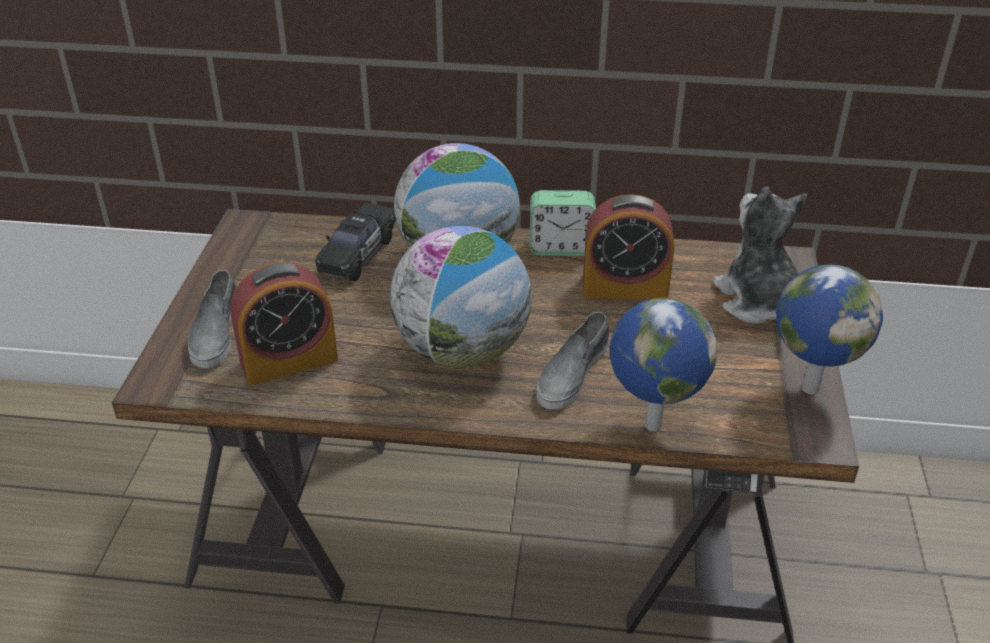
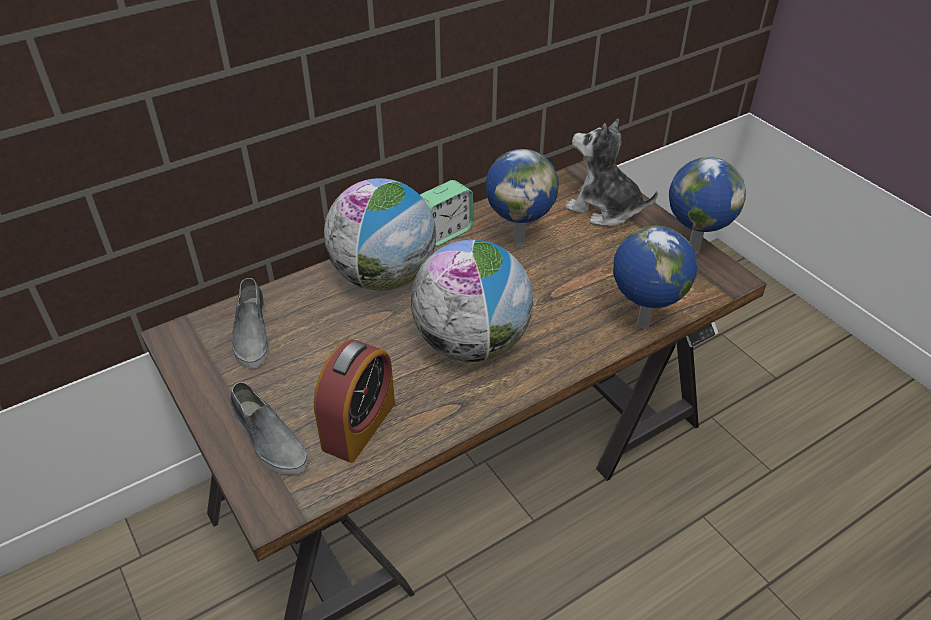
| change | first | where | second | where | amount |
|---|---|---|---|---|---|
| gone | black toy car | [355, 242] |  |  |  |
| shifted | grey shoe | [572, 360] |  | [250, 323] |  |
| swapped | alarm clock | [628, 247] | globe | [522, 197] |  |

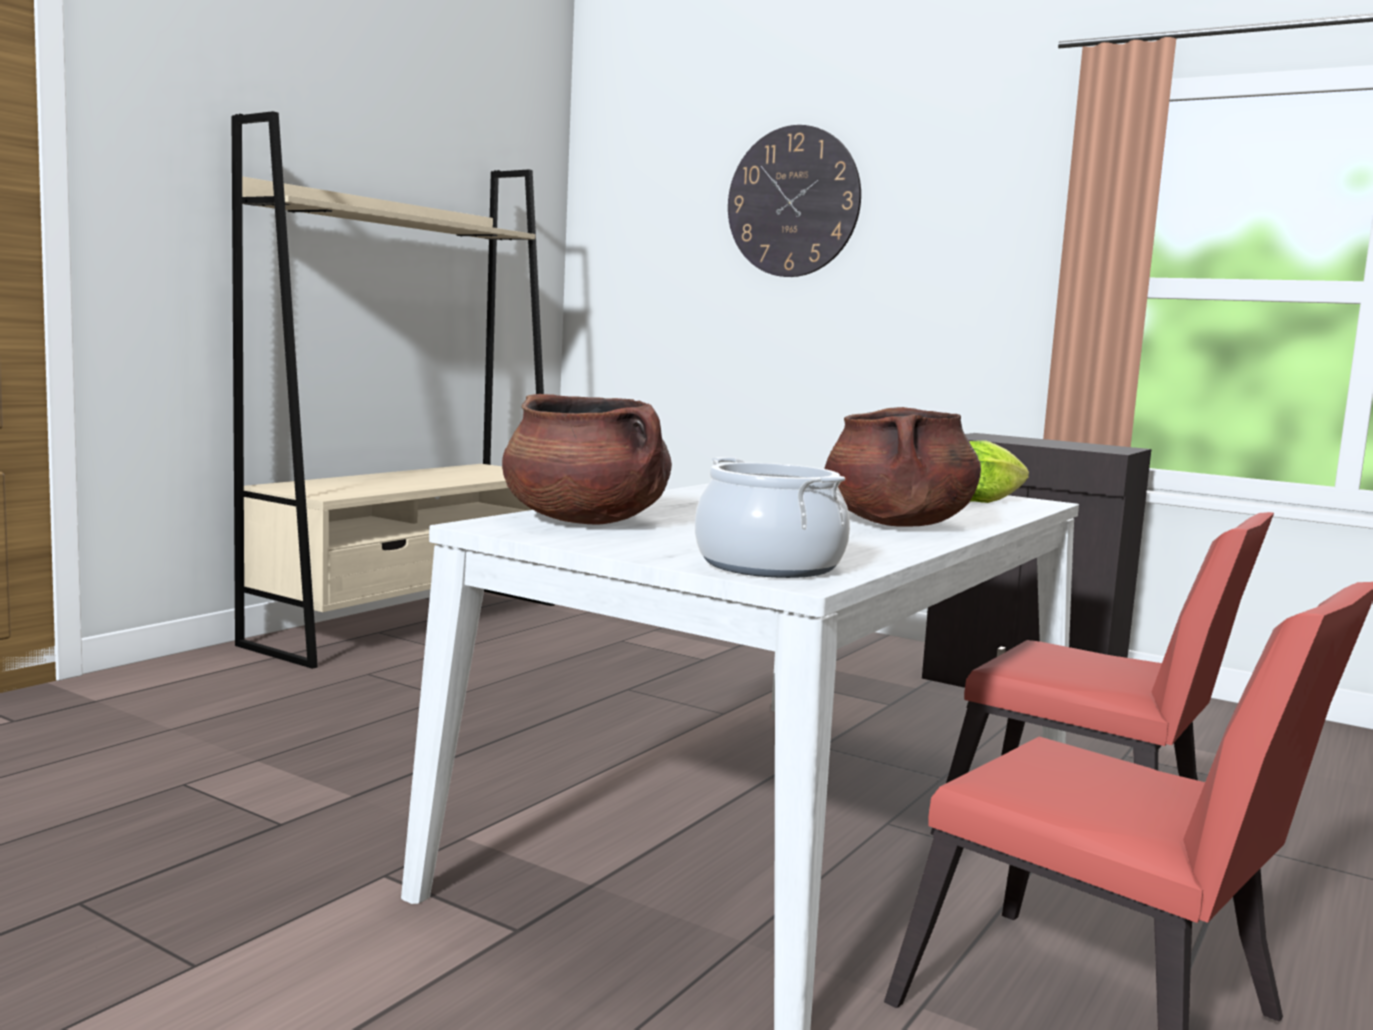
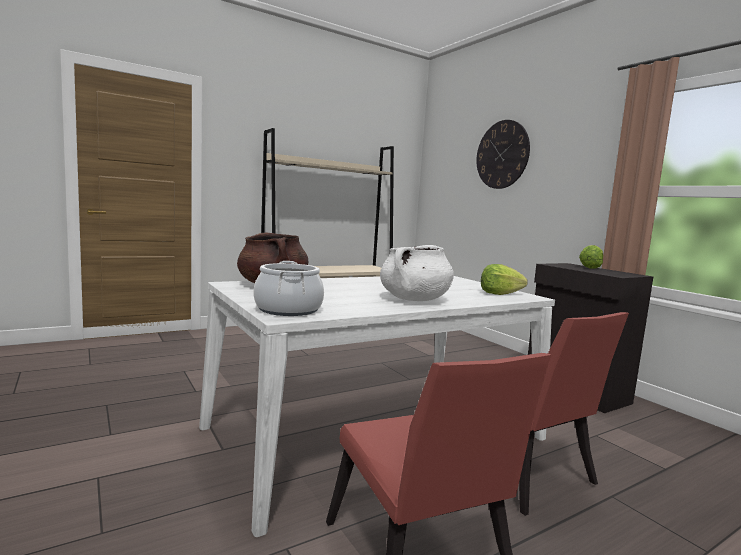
| change | first | where | second | where | amount |
|---|---|---|---|---|---|
| repainted | brown cooking pot | [903, 467] | white cooking pot | [417, 273] |  |
| new |  |  | lettuce | [591, 257] |  |

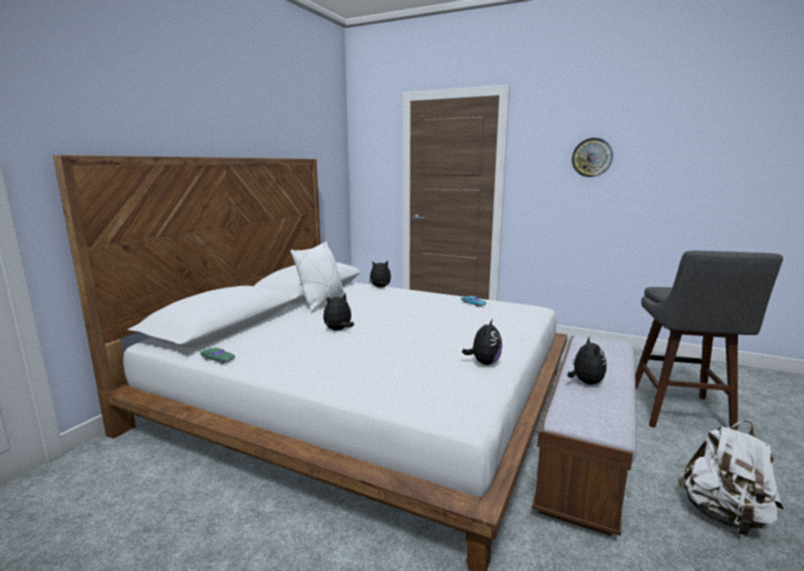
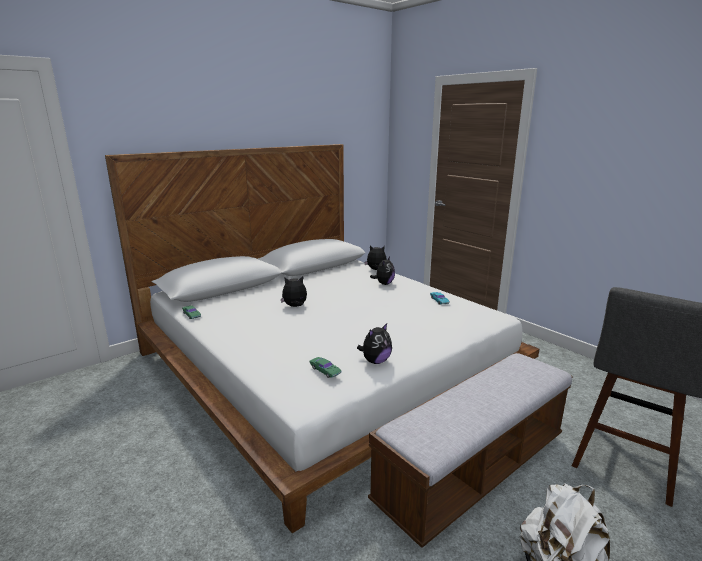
| change | first | where | second | where | amount |
|---|---|---|---|---|---|
| gone | white pillow | [318, 276] |  |  |  |
| shifted | plush toy | [587, 361] |  | [382, 270] |  |
| gone | wall clock | [592, 157] |  |  |  |
| new |  |  | green toy car | [325, 367] |  |

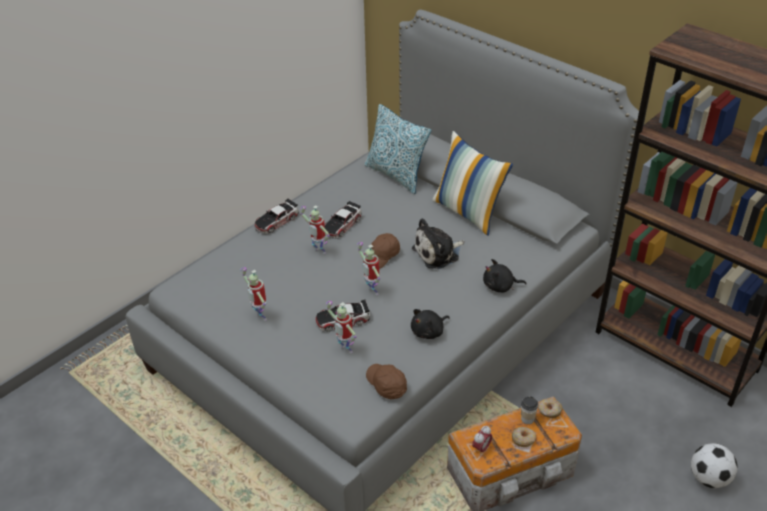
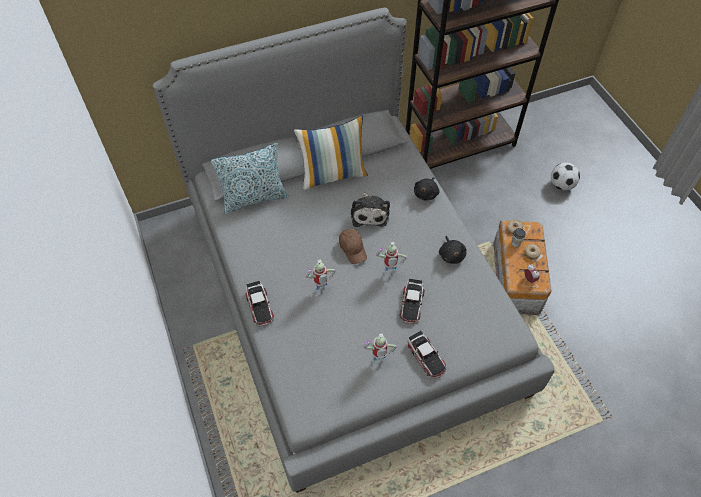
| change | first | where | second | where | amount |
|---|---|---|---|---|---|
| shifted | toy car | [343, 220] |  | [427, 355] |  |
| gone | toy robot | [341, 327] |  |  |  |
| gone | brown cap | [386, 381] |  |  |  |

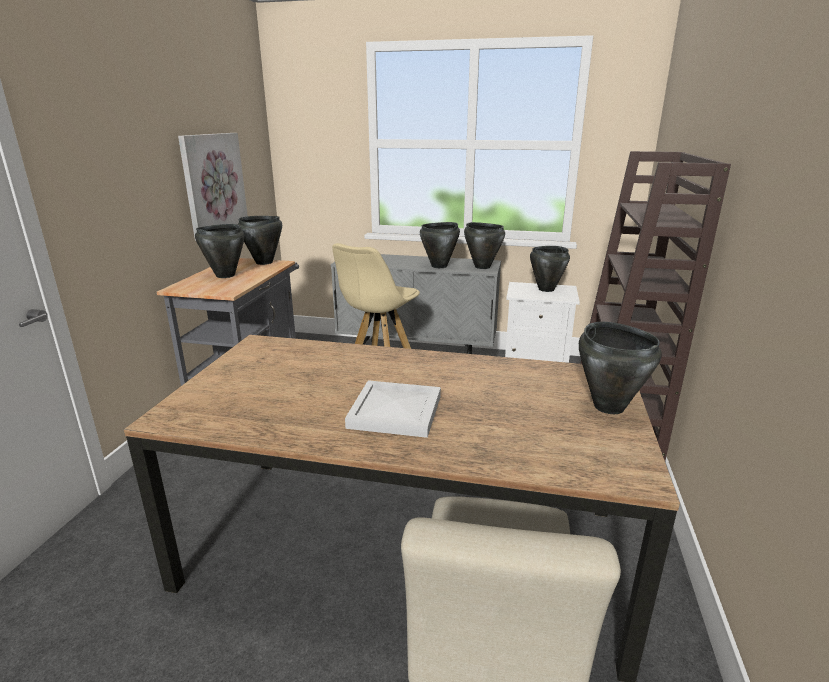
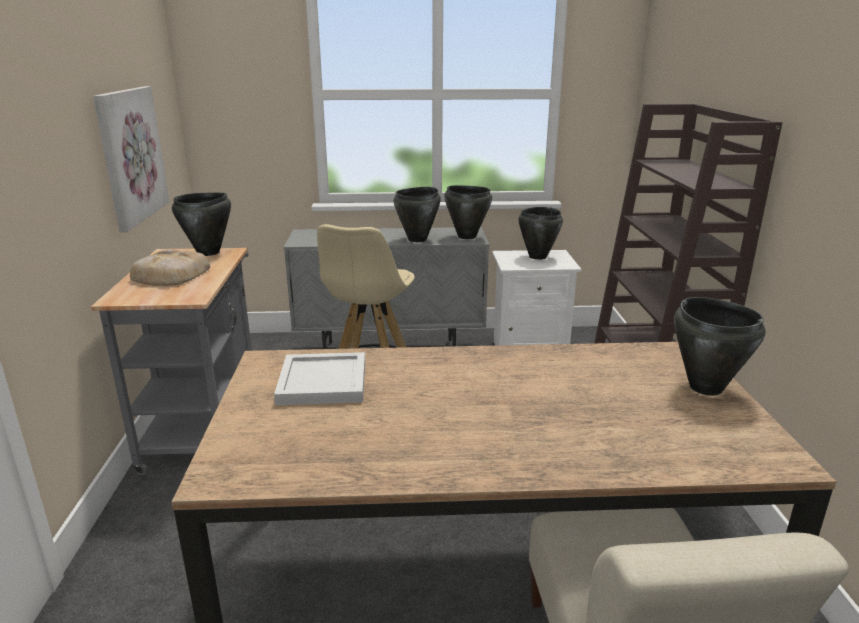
| change | first | where | second | where | amount |
|---|---|---|---|---|---|
| swapped | black cooking pot | [219, 251] | bread | [170, 267] |  |
| shifted | white tray | [393, 409] |  | [319, 378] |  |

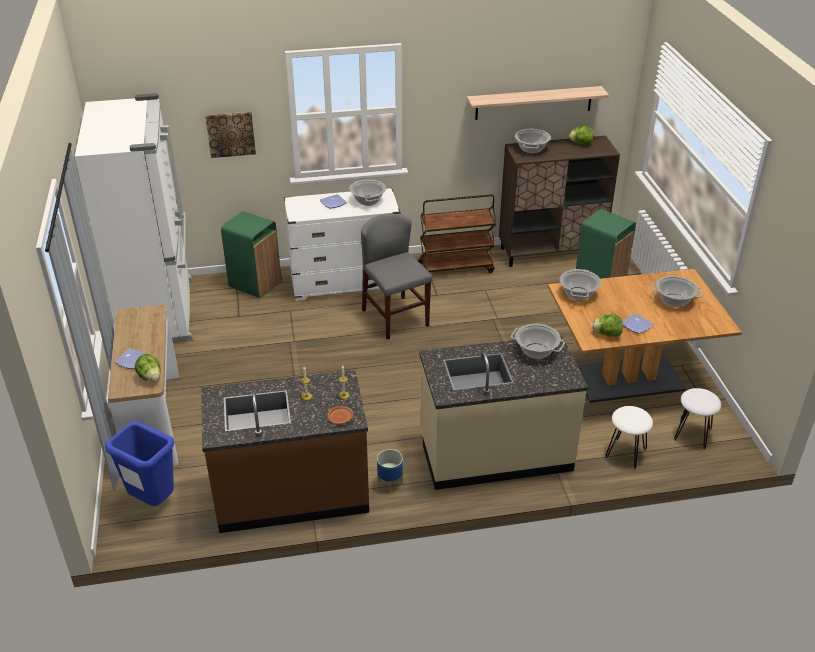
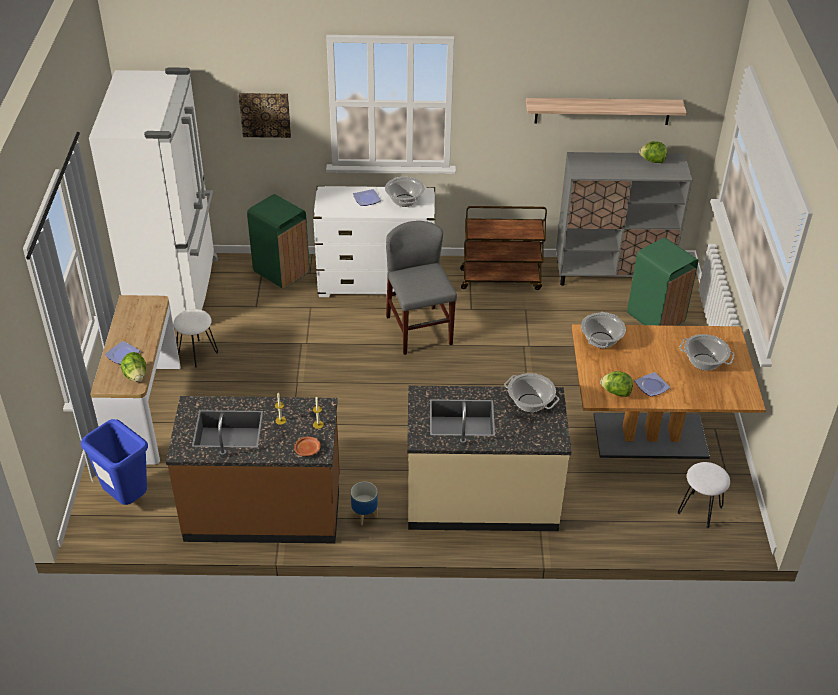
| change | first | where | second | where | amount |
|---|---|---|---|---|---|
| repainted | brown cabinet | [559, 201] | grey cabinet | [624, 219] |  |
| gone | cooking pot | [533, 141] |  |  |  |
| shifted | white stool | [629, 437] |  | [195, 338] |  |

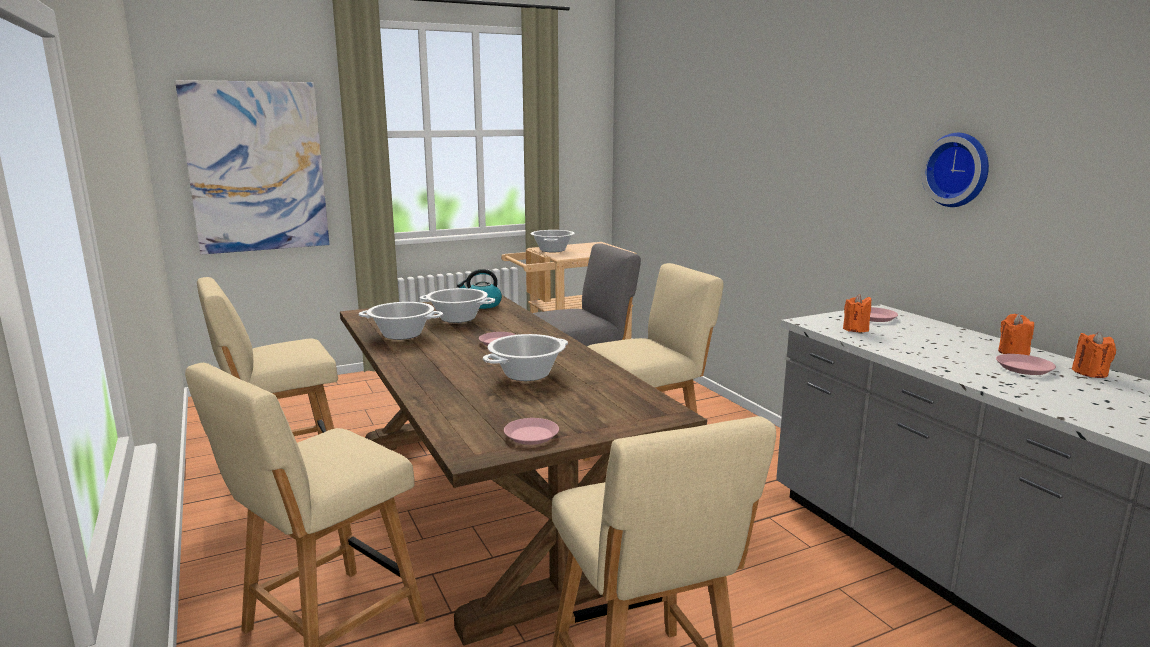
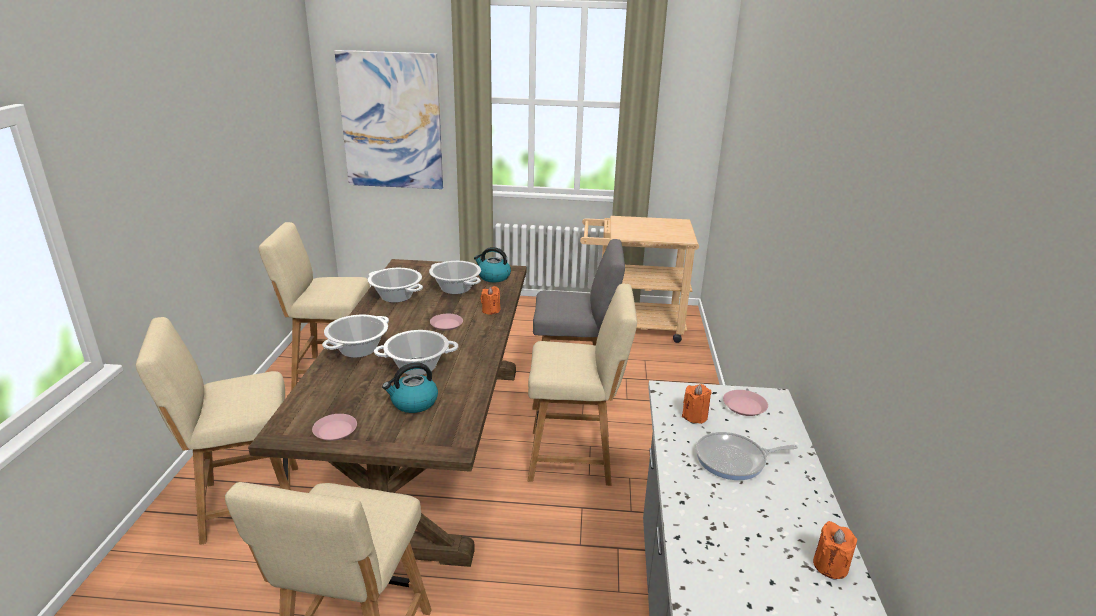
| change | first | where | second | where | amount |
|---|---|---|---|---|---|
| shifted | cooking pot | [553, 241] |  | [355, 336] |  |
| gone | wall clock | [955, 170] |  |  |  |
| gone | pink plate | [1026, 364] |  |  |  |
| shifted | orange candle | [1016, 334] |  | [490, 300] |  |
| new |  |  | kettle | [410, 387] |  |
| new |  |  | frying pan | [747, 456] |  |

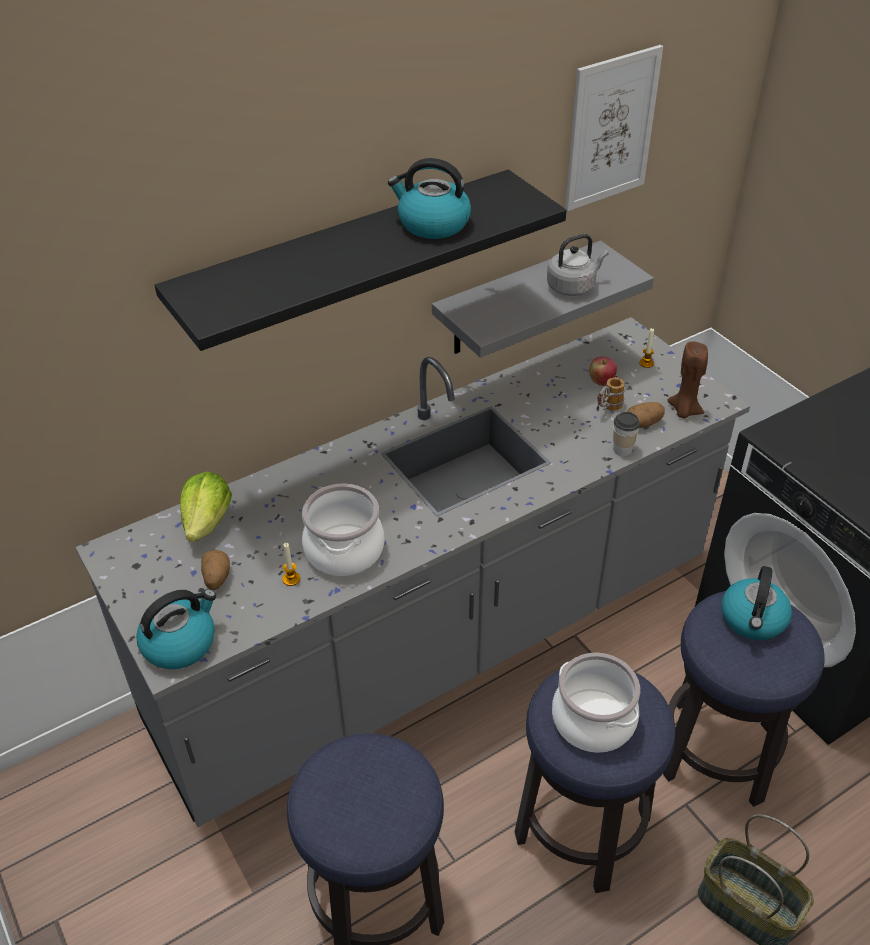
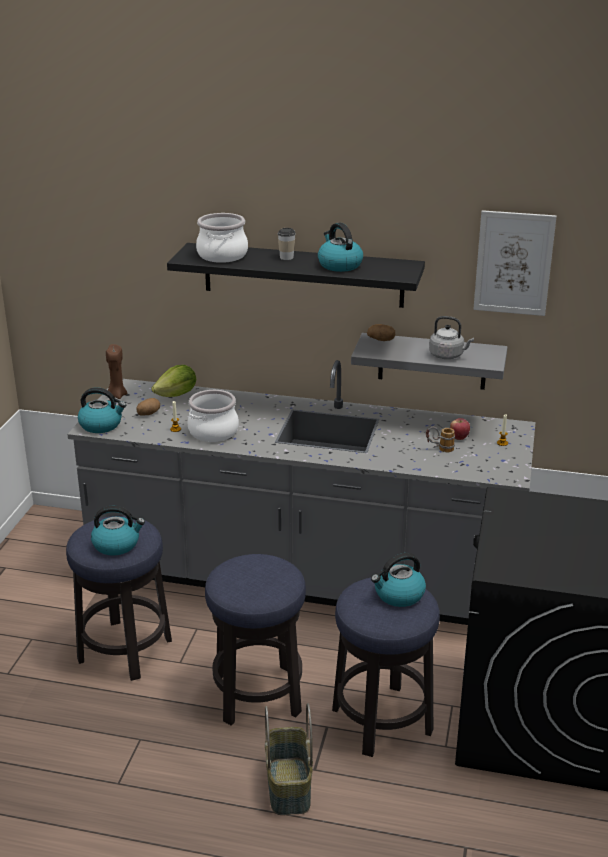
| change | first | where | second | where | amount |
|---|---|---|---|---|---|
| shifted | cooking pot | [596, 703] |  | [222, 238] |  |
| shifted | cup | [626, 434] |  | [287, 244] |  |
| shifted | potato | [646, 415] |  | [381, 332] |  |
| shifted | brown candle | [687, 380] |  | [116, 371] |  |
| new |  |  | kettle | [118, 531] |  |

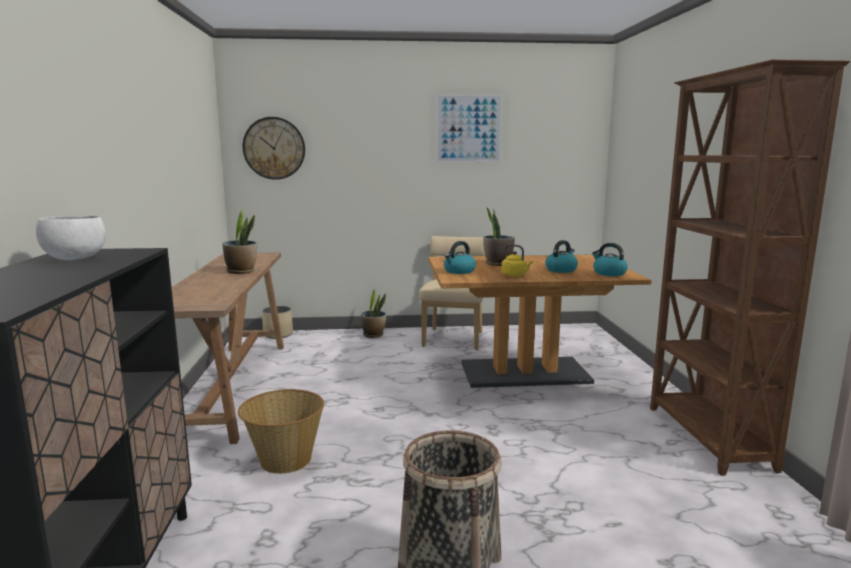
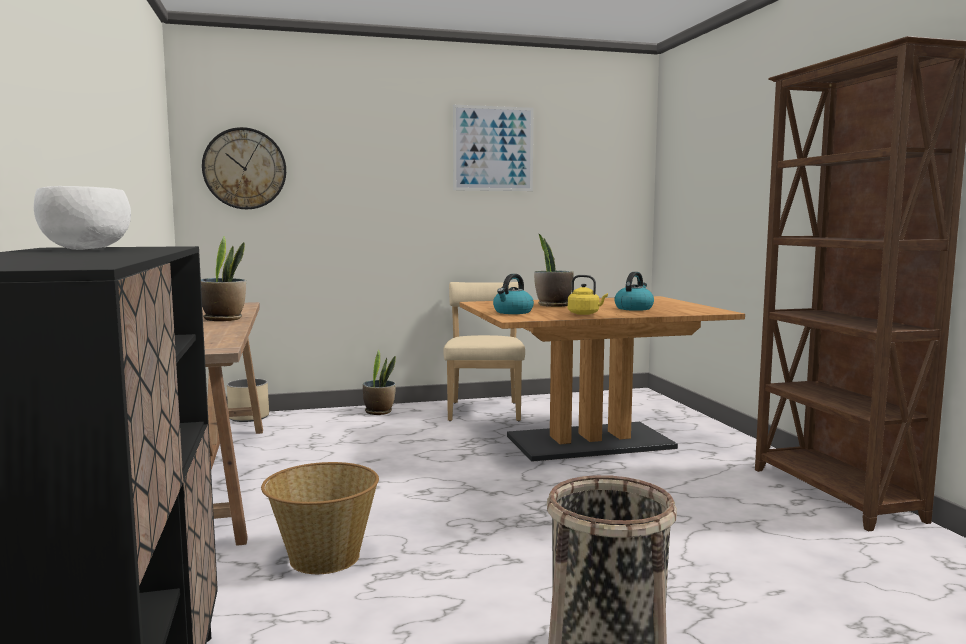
| change | first | where | second | where | amount |
|---|---|---|---|---|---|
| gone | kettle | [610, 259] |  |  |  |

